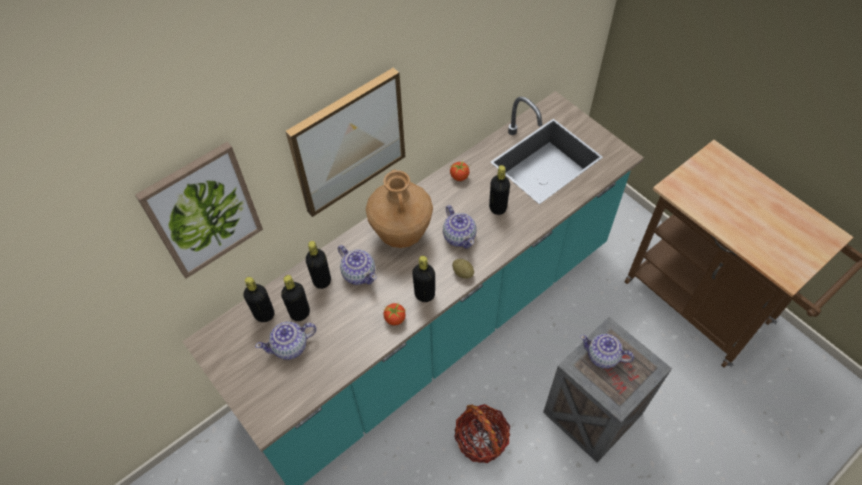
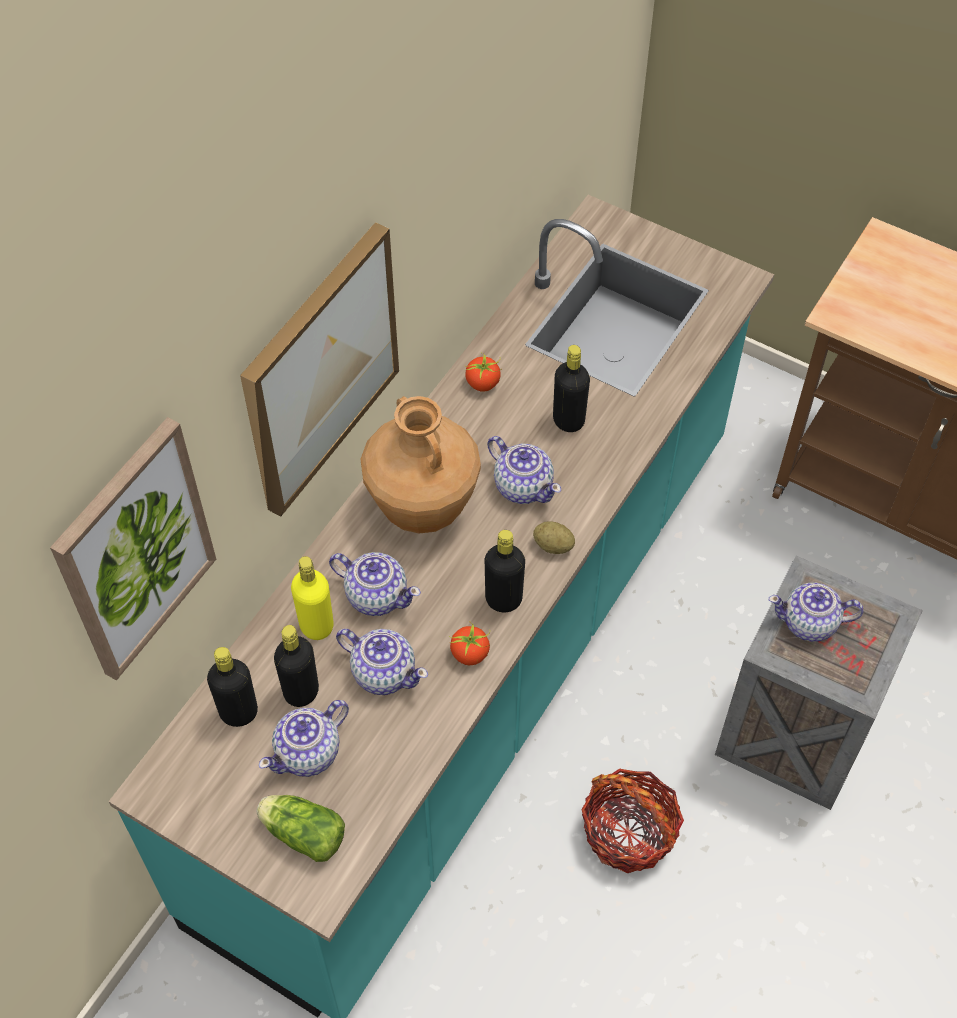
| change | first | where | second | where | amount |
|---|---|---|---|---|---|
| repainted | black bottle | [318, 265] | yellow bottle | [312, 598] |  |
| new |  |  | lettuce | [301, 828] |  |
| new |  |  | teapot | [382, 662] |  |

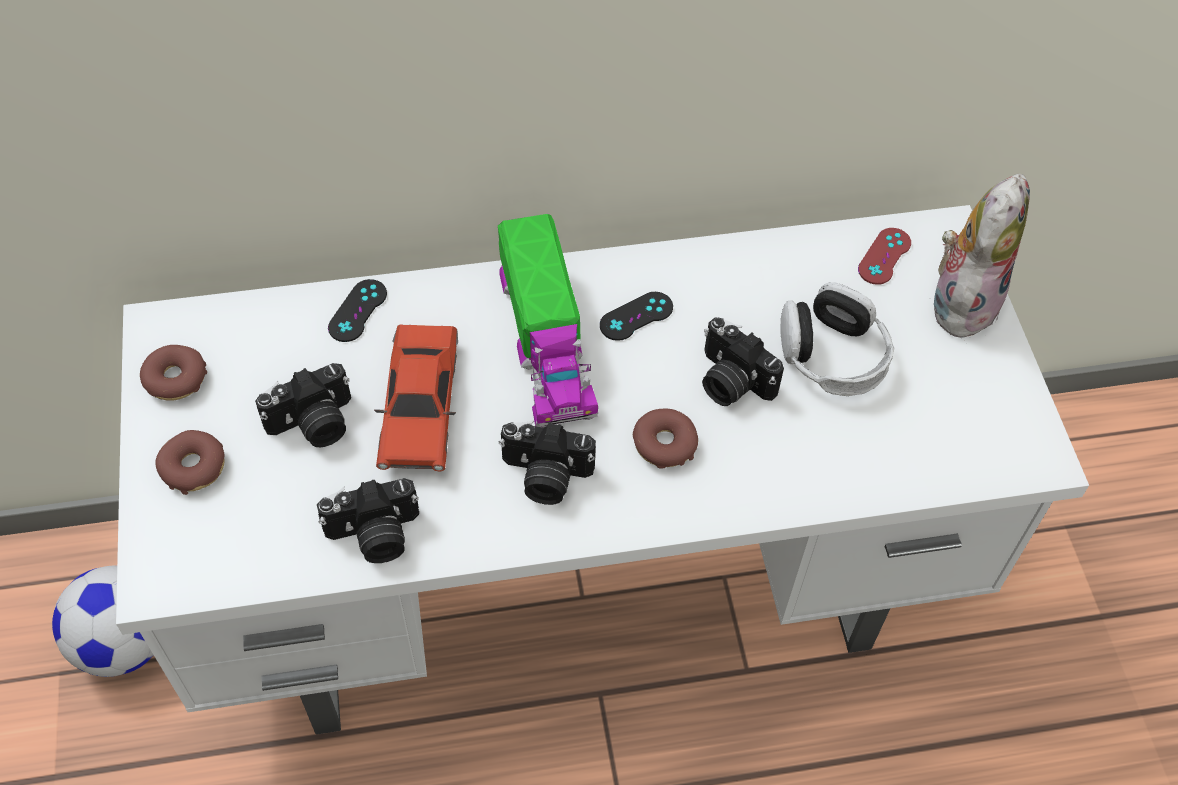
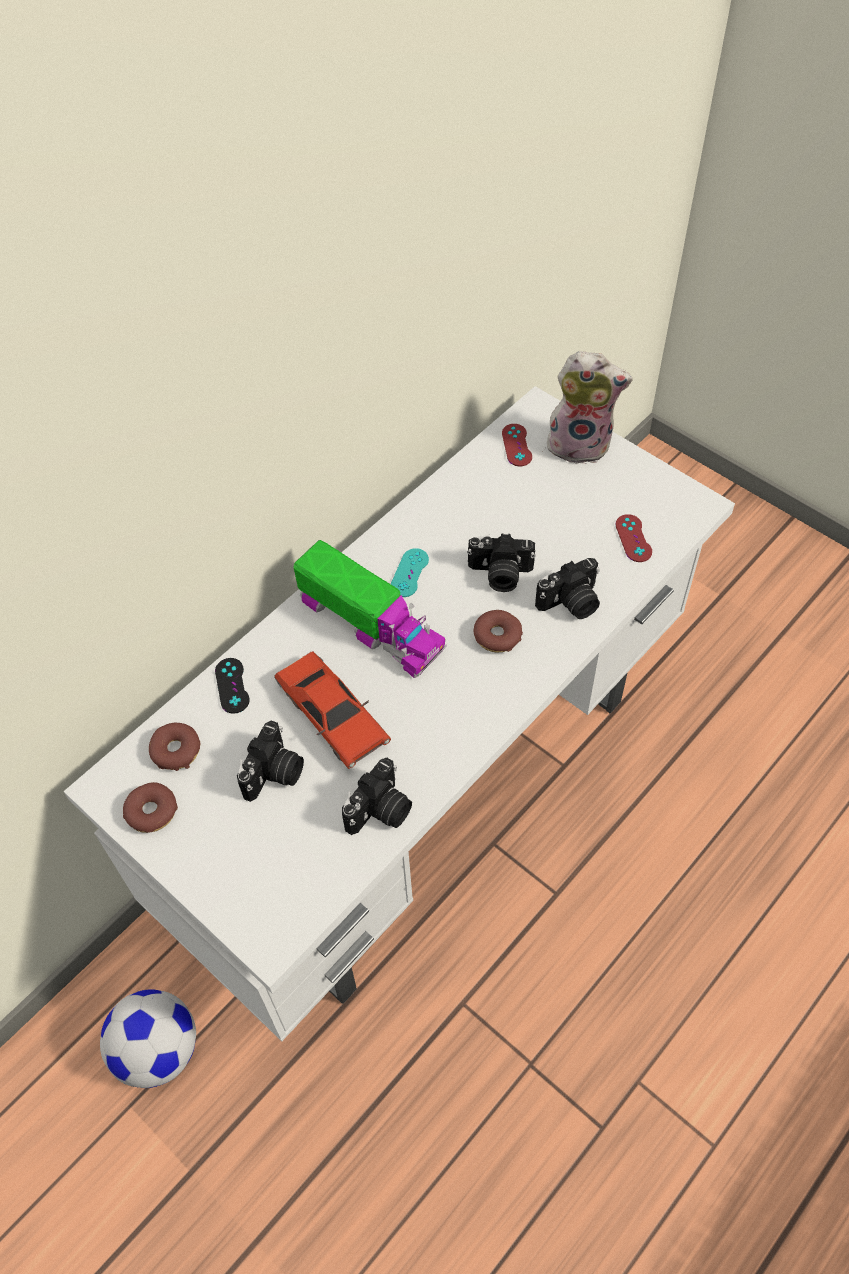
| change | first | where | second | where | amount |
|---|---|---|---|---|---|
| shifted | donut | [190, 462] |  | [174, 747] |  |
| shifted | photo camera | [547, 462] |  | [567, 588] |  |
| repainted | black game controller | [636, 316] | turquoise game controller | [410, 572] |  |
| gone | headphones | [838, 339] |  |  |  |
| rotated | plush toy | [982, 259] |  | [589, 407] | 105 degrees clockwise |
| new |  |  | red game controller | [633, 538] |  |

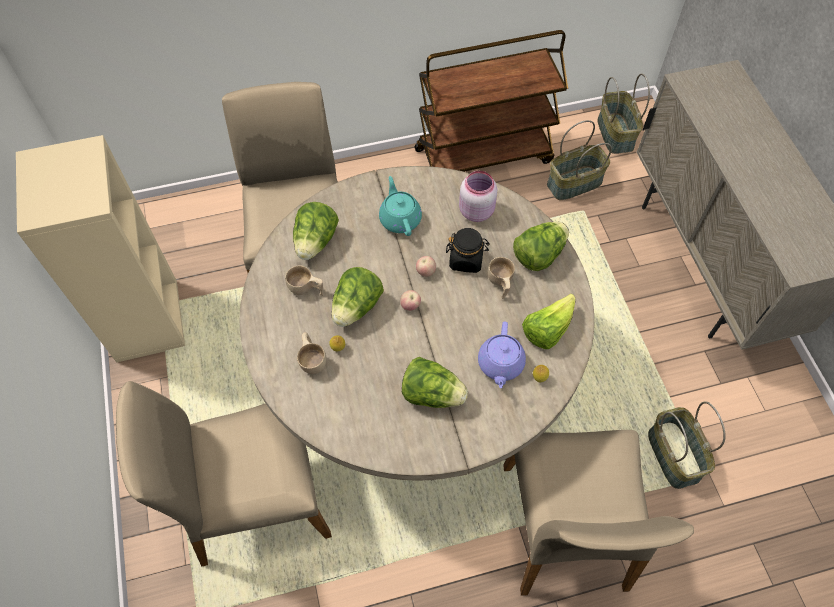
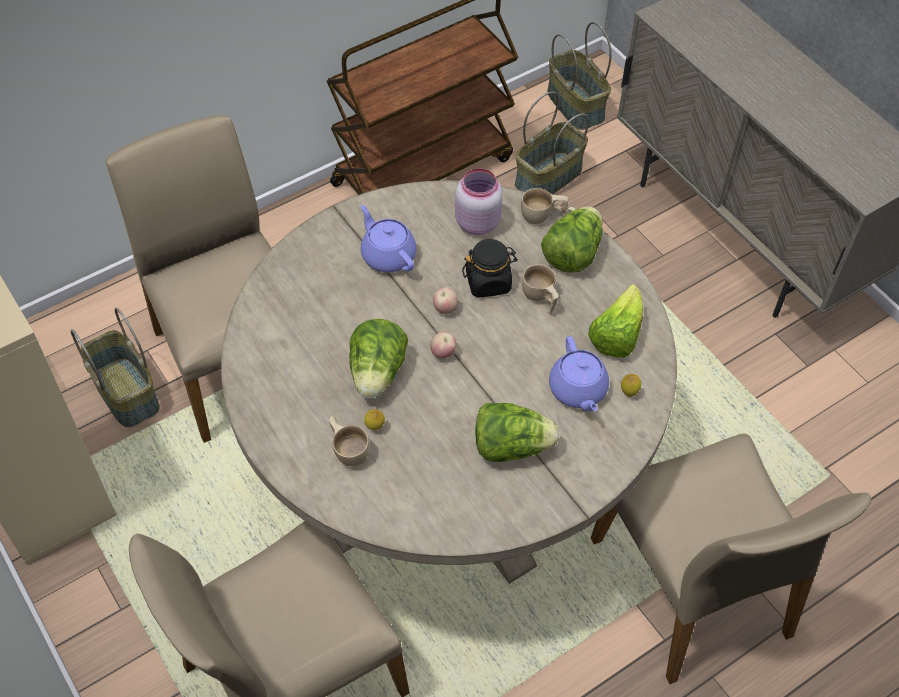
| change | first | where | second | where | amount |
|---|---|---|---|---|---|
| shifted | beige cup | [304, 280] |  | [544, 206] |  |
| gone | lettuce | [316, 231] |  |  |  |
| repainted | turquoise teapot | [400, 206] | purple teapot | [389, 238] |  |
| shifted | basket | [687, 445] |  | [115, 367] |  |

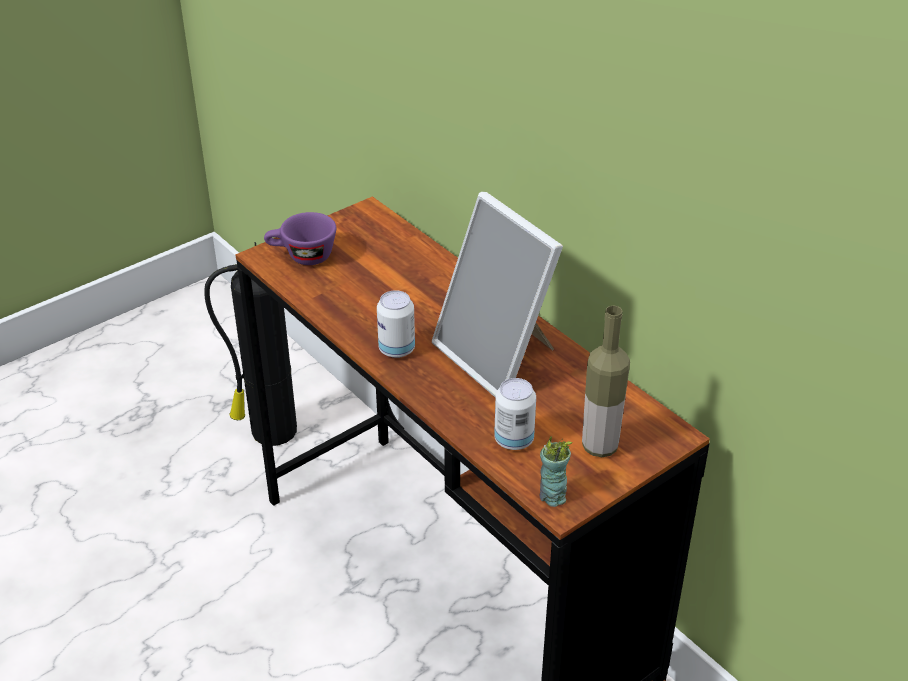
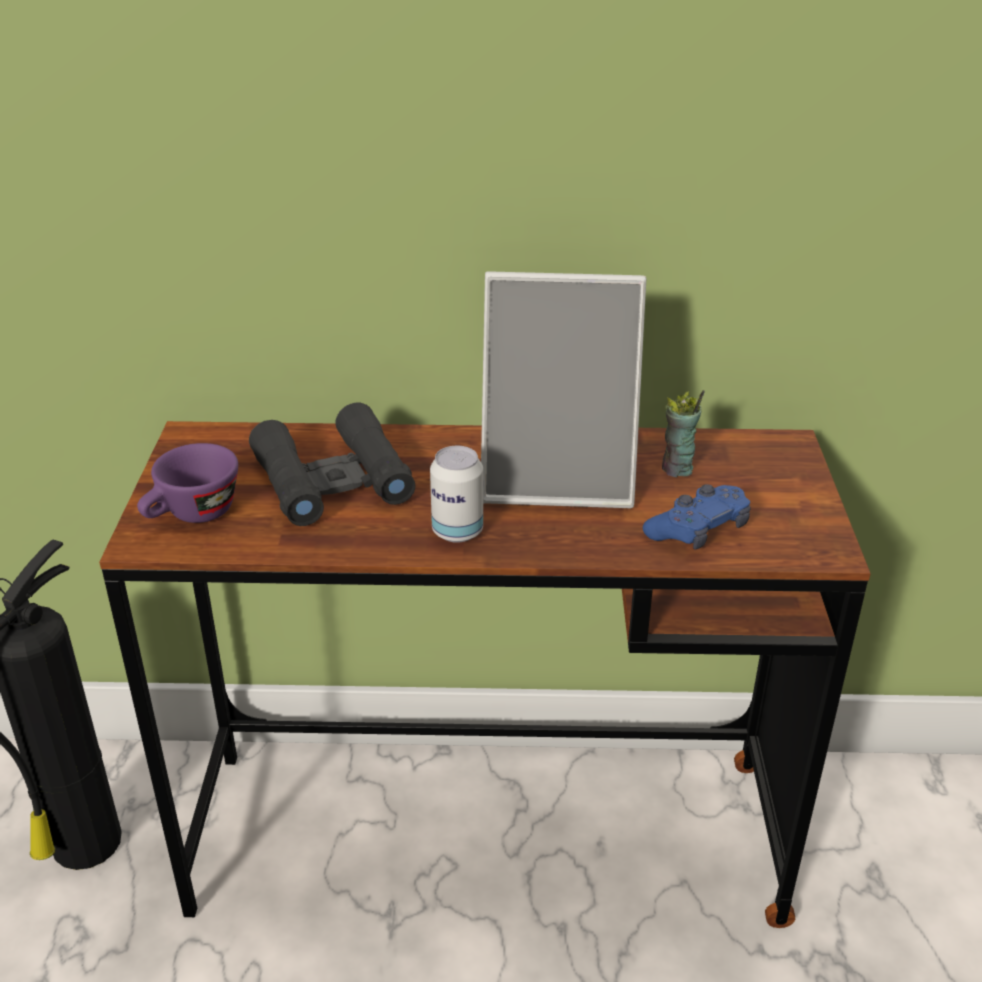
| change | first | where | second | where | amount |
|---|---|---|---|---|---|
| swapped | can | [515, 414] | blue game controller | [697, 516] |  |
| shifted | cup | [555, 471] |  | [683, 433] |  |
| gone | bottle | [606, 381] |  |  |  |
| new |  |  | black binoculars | [332, 464] |  |

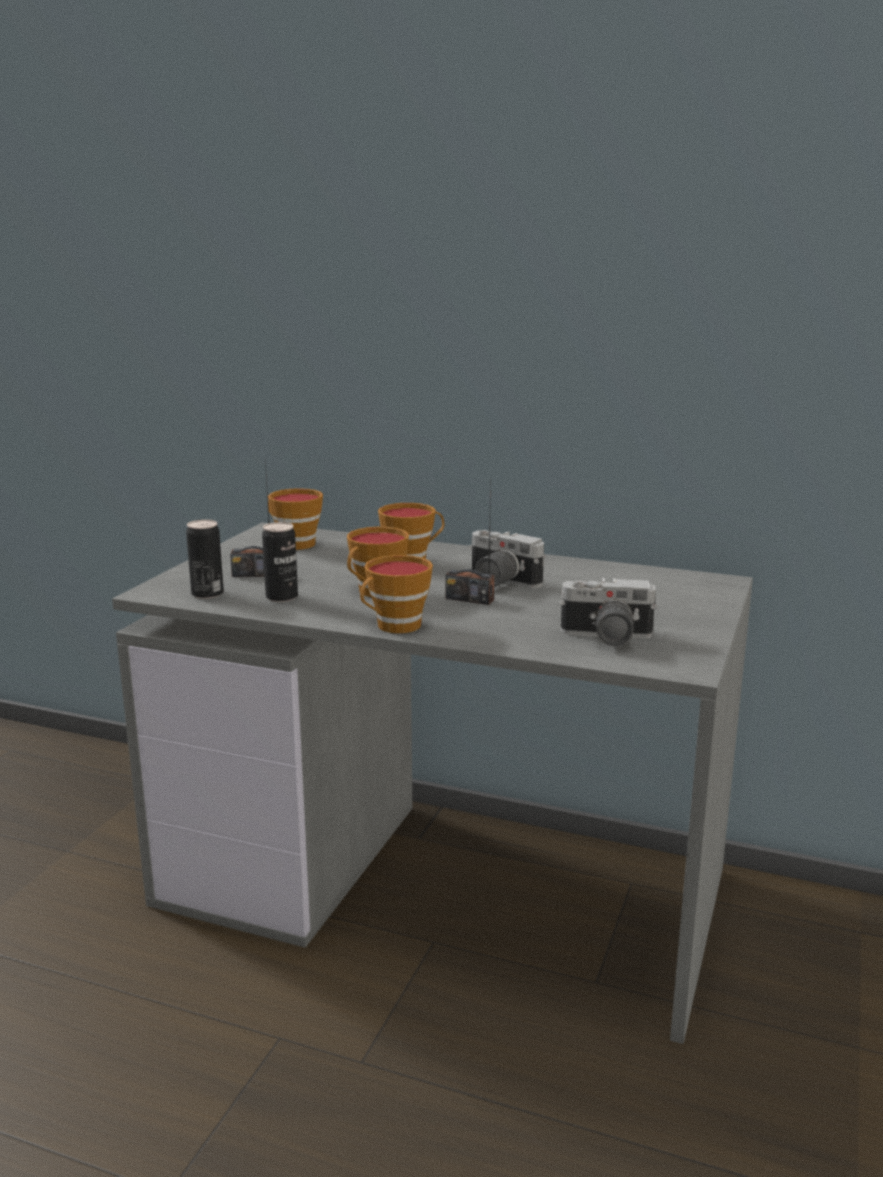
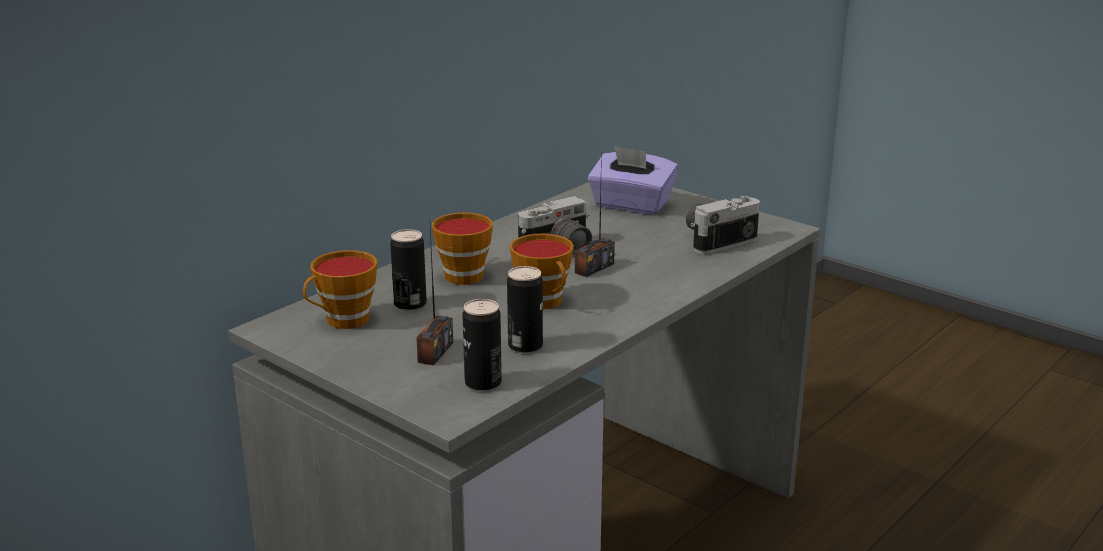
| change | first | where | second | where | amount |
|---|---|---|---|---|---|
| gone | cup | [396, 594] |  |  |  |
| rotated | photo camera | [608, 612] |  | [723, 225] | 150 degrees counterclockwise |
| new |  |  | can | [408, 270] |  |
| new |  |  | purple tissue box | [633, 180] |  |

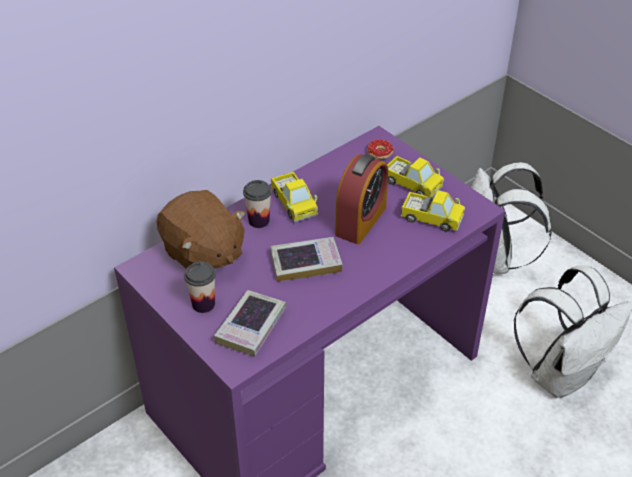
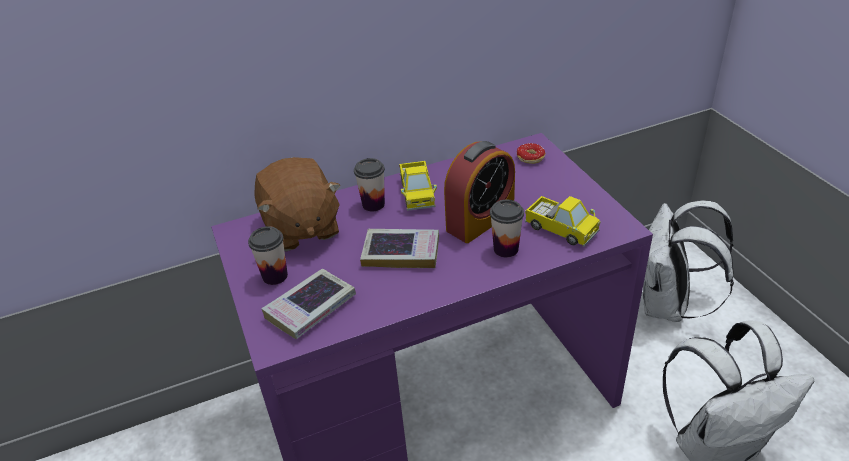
| change | first | where | second | where | amount |
|---|---|---|---|---|---|
| gone | toy truck | [415, 176] |  |  |  |
| new |  |  | cup | [507, 229] |  |

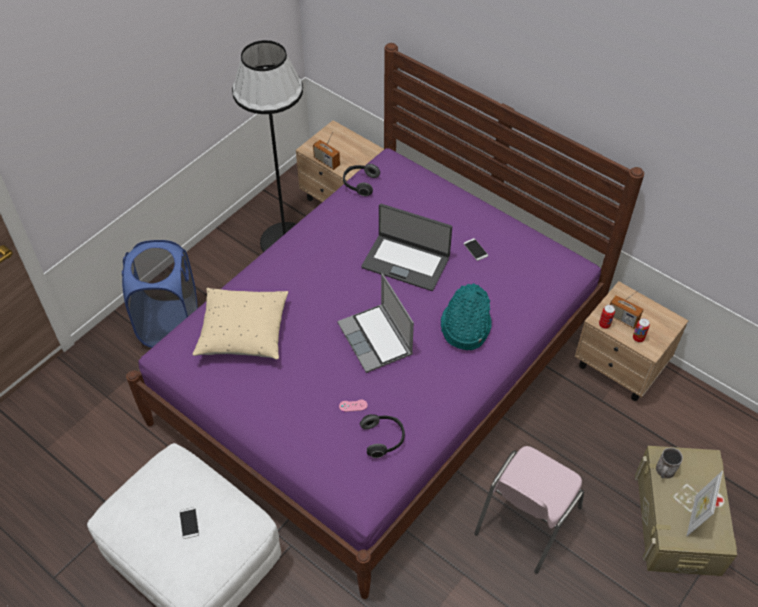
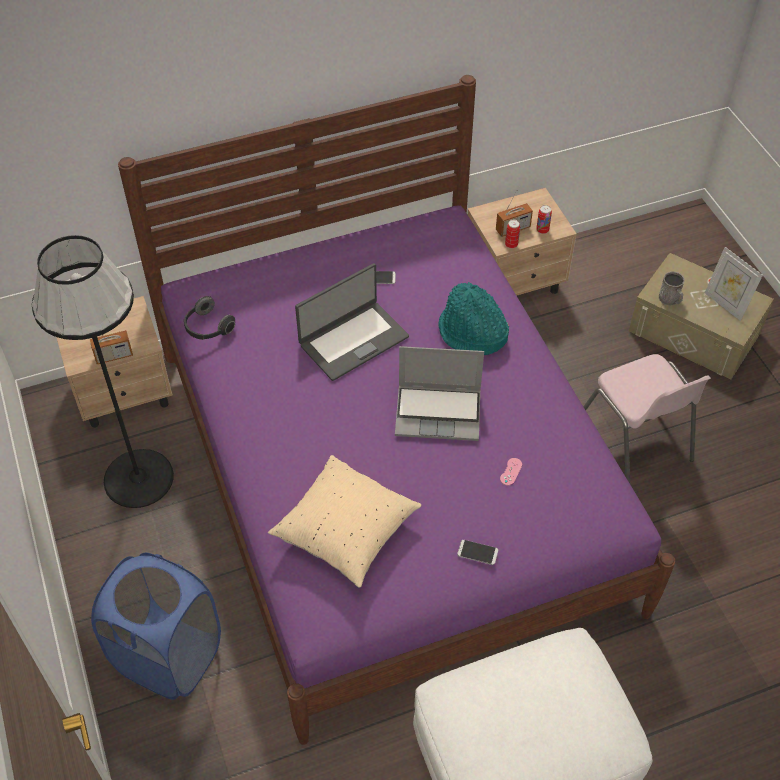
| change | first | where | second | where | amount |
|---|---|---|---|---|---|
| shifted | phone | [189, 523] |  | [477, 552] |  |
| gone | headphones | [382, 436] |  |  |  |

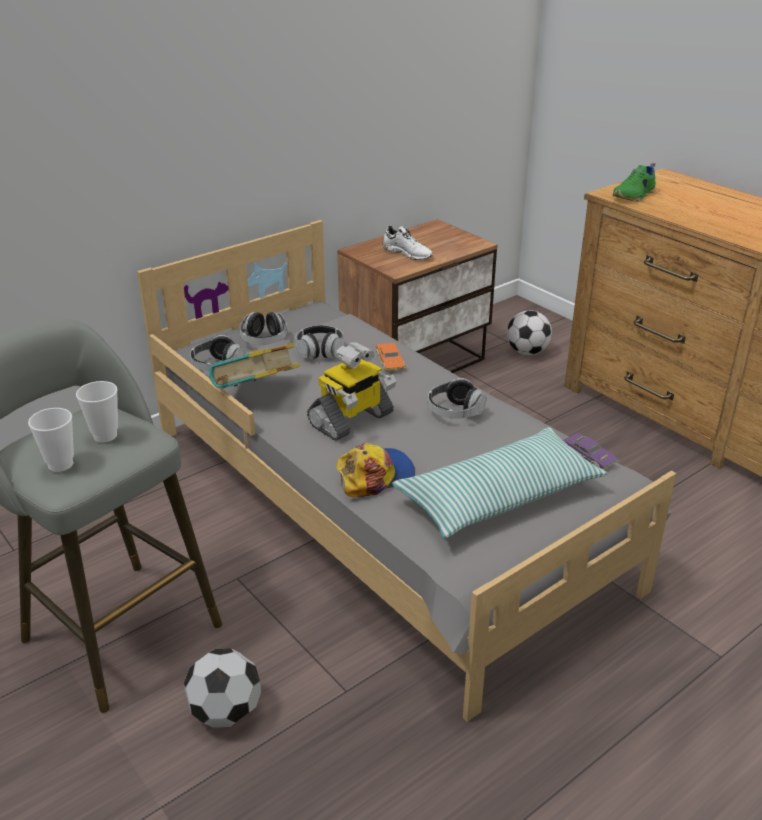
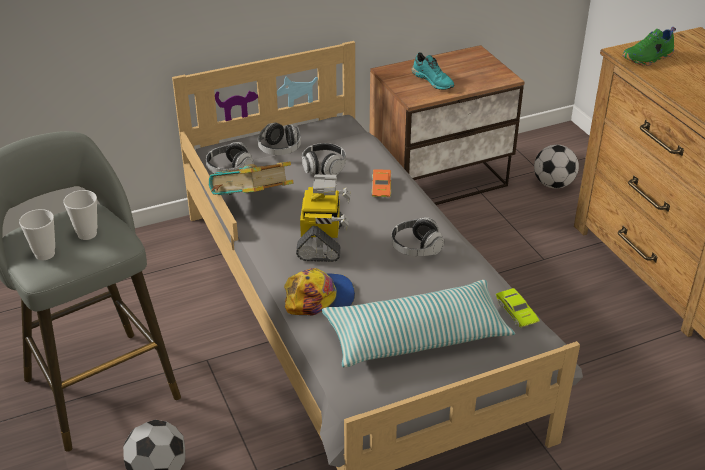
| change | first | where | second | where | amount |
|---|---|---|---|---|---|
| rotated | toy robot | [351, 391] |  | [323, 218] | 60 degrees counterclockwise |
| repainted | white shoe | [407, 243] | turquoise shoe | [433, 71] |  |
| repainted | purple toy car | [591, 451] | green toy car | [517, 308] |  |

